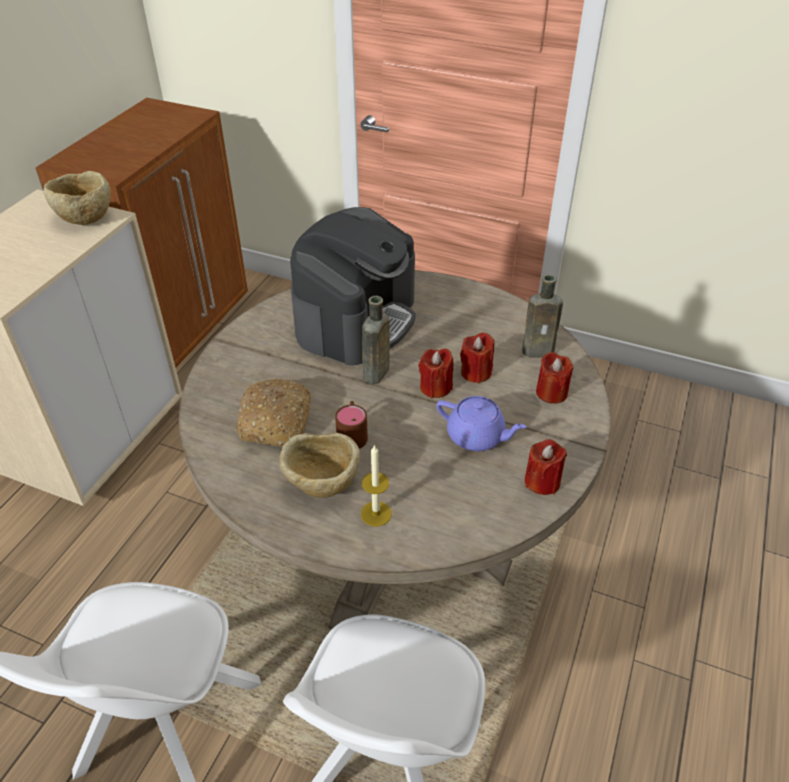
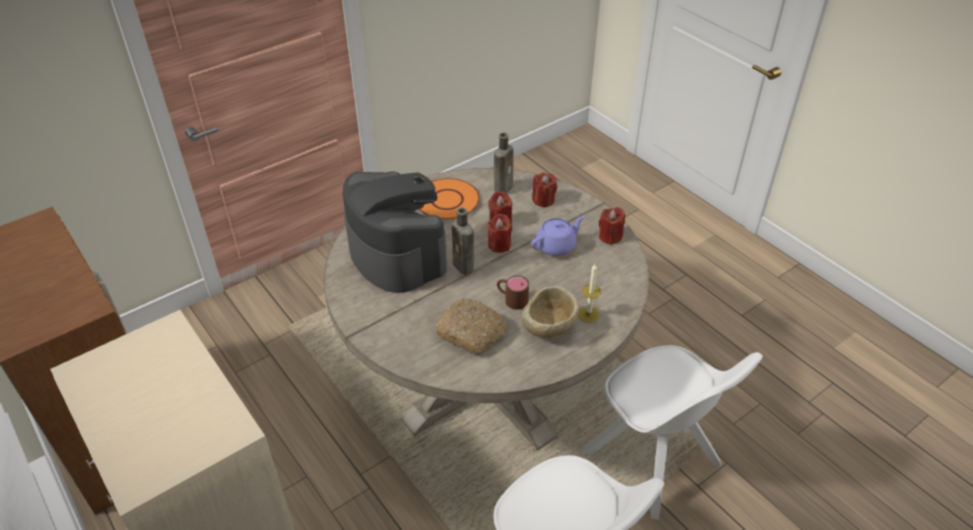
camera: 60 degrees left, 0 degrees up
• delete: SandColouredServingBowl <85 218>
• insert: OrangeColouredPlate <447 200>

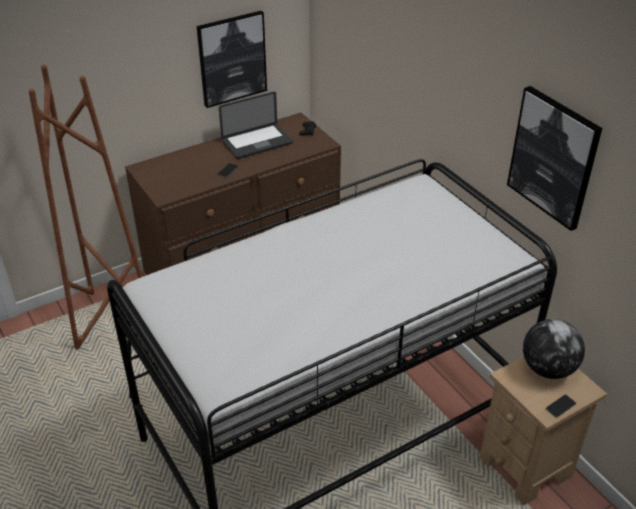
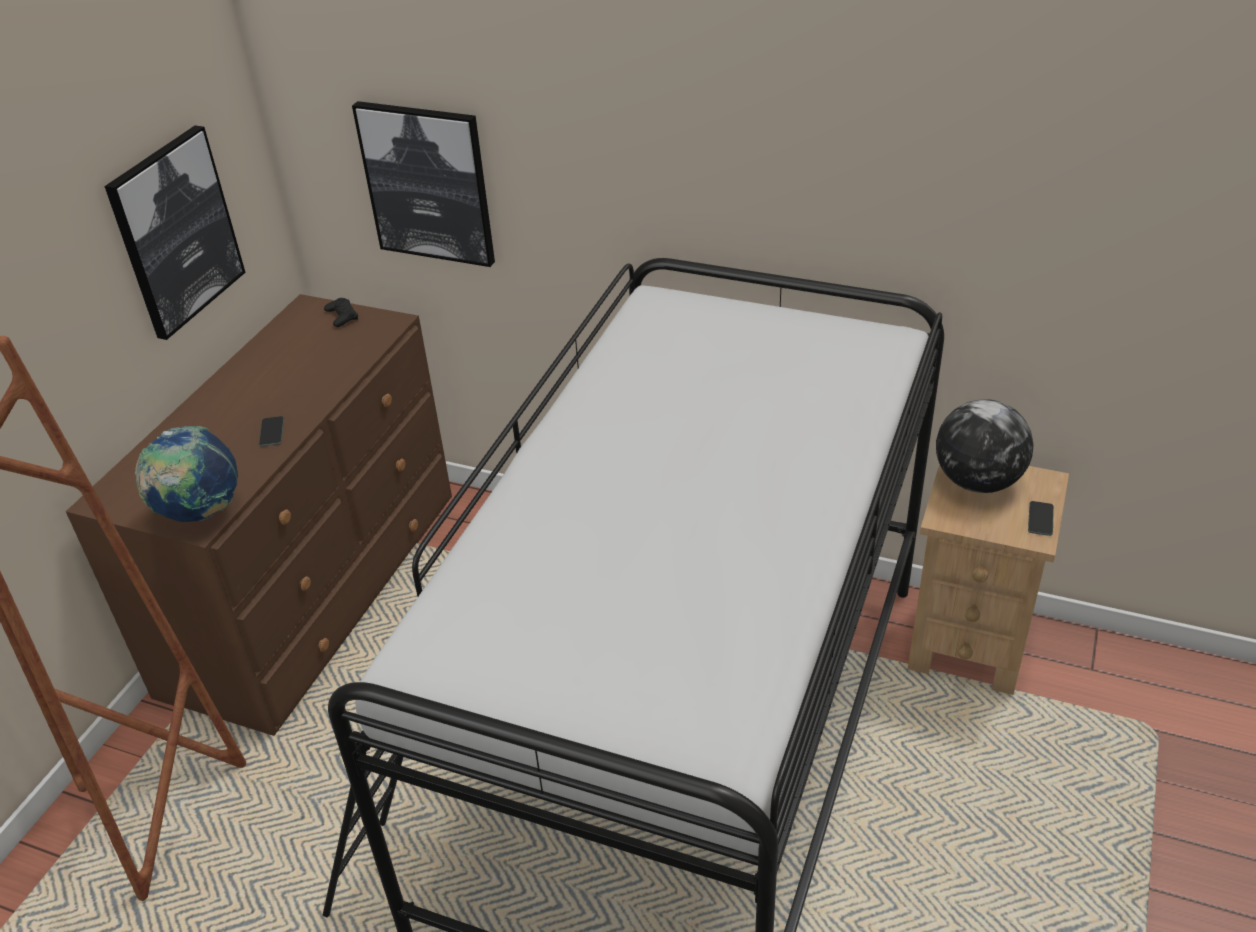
camera: 35 degrees left, 0 degrees up
• move: WallPicture <553 157> to <428 183>
• delete: NotebookComputer <257 142>
• insert: WorldGlobe <200 513>

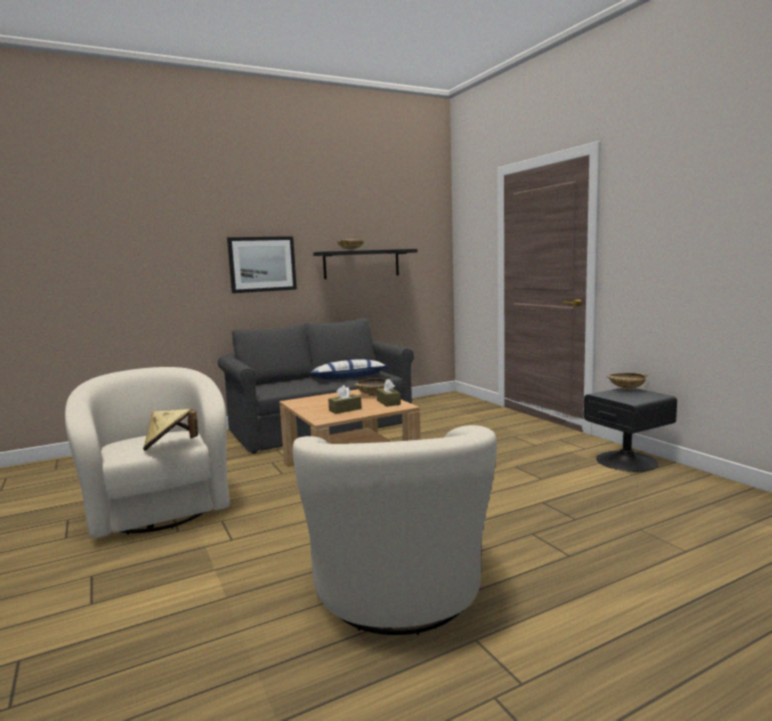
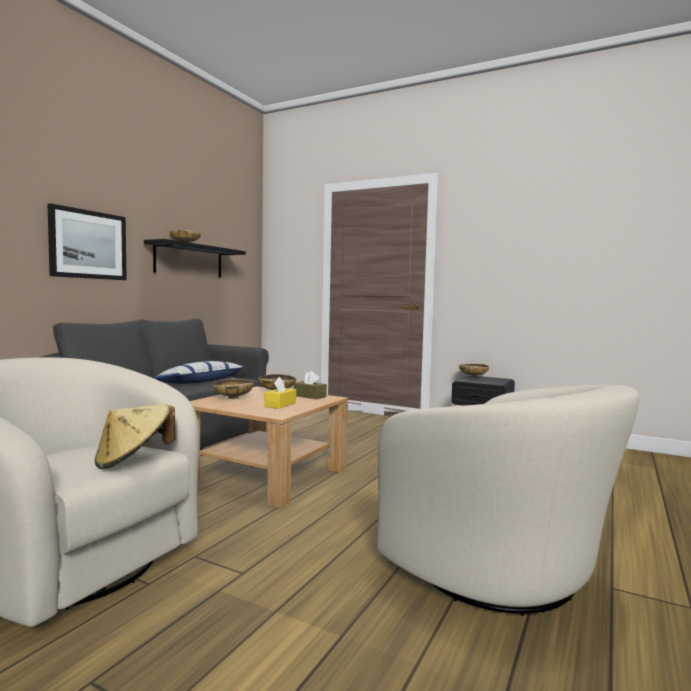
camera: 35 degrees left, 5 degrees down
• recolor: BrownishTissueHolder <345 410> to YellowishTissueHolder <280 405>
• insert: SandColouredServingBowl <233 398>

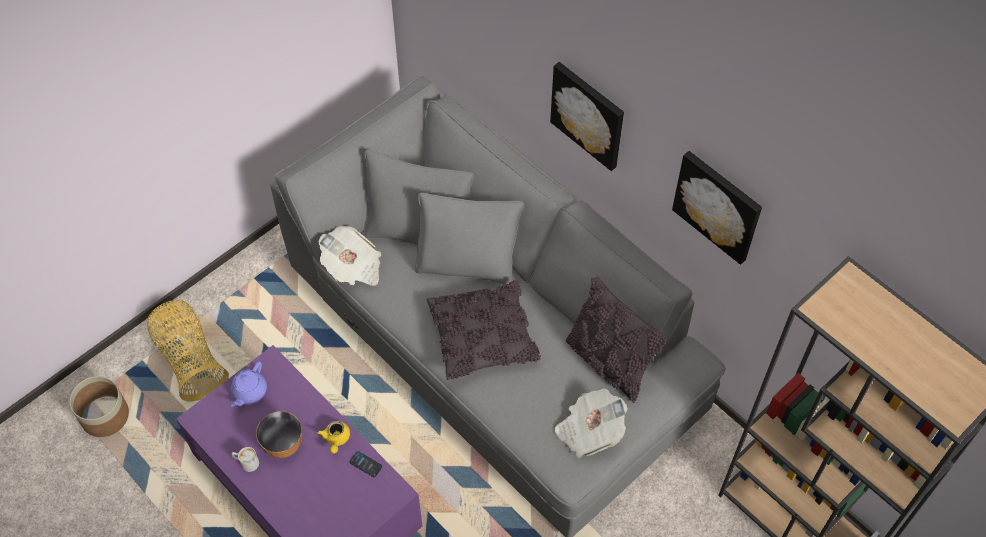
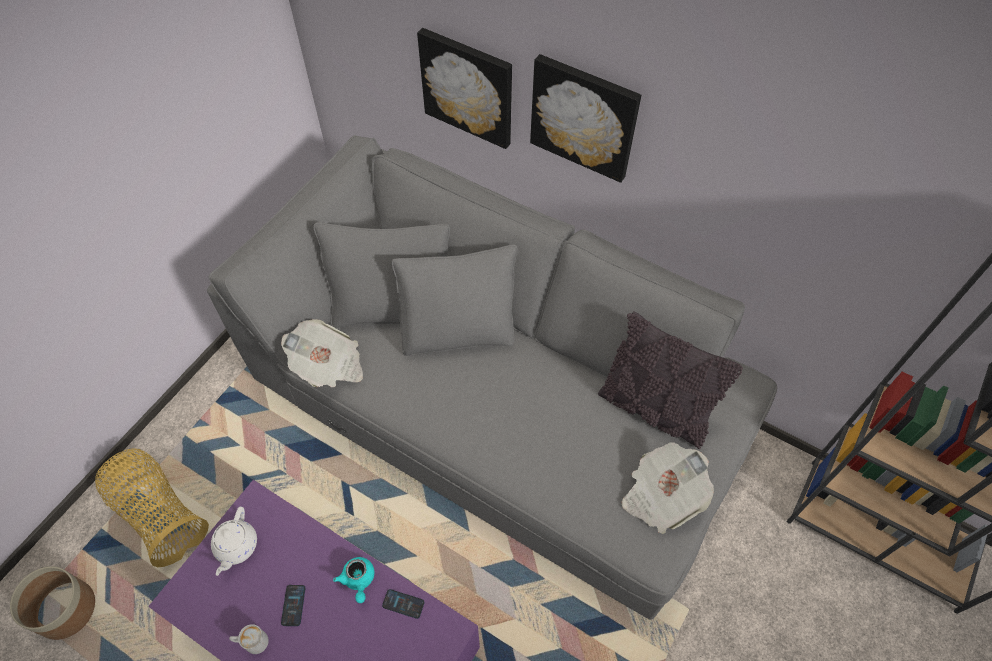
camera: 15 degrees left, 0 degrees up
• move: WallPicture <718 205> to <468 87>
• delete: BlackishCushion <483 337>
• recolor: PurpleColouredPotForTea <249 392> to WhitishPotForTea <236 546>
• replace: ServingBowl <283 445> to Handset <293 605>
• recolor: YellowishPotForTea <336 439> to BlueGreenPotForTea <358 580>

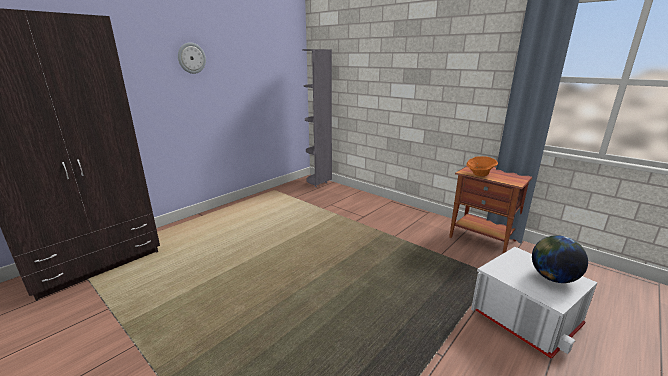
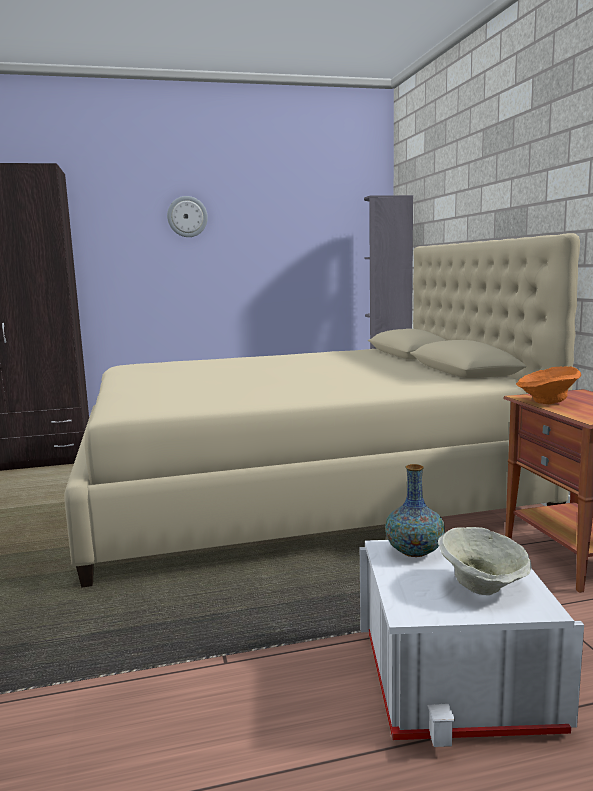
camera: 35 degrees right, 10 degrees down
• replace: WorldGlobe <552 278> to SandColouredServingBowl <482 587>
• insert: SandColouredSleepingBed <301 493>
• insert: FlowerVase <414 551>

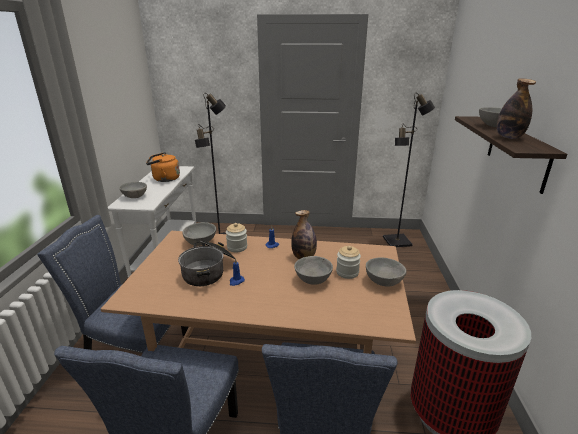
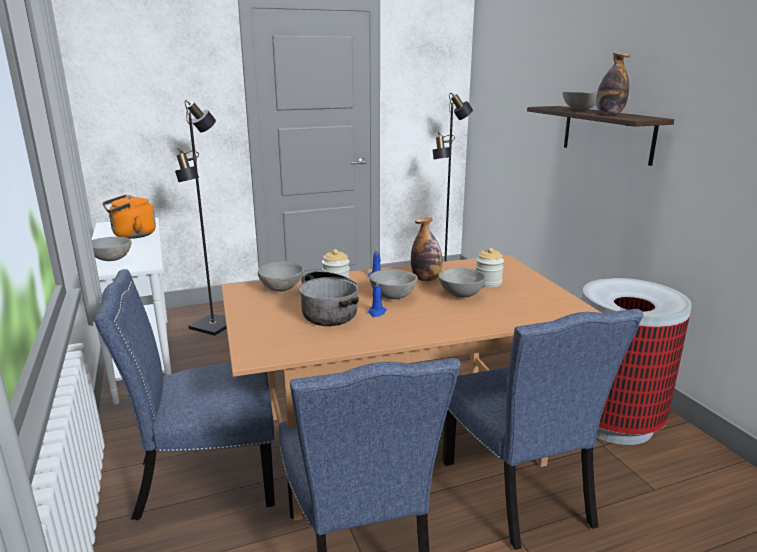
camera: 25 degrees left, 5 degrees down
• move: GrayServingBowl <383 281> to <392 296>

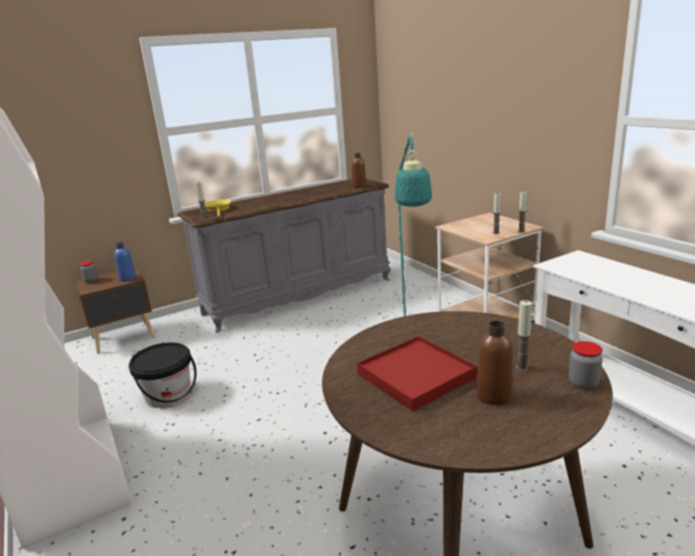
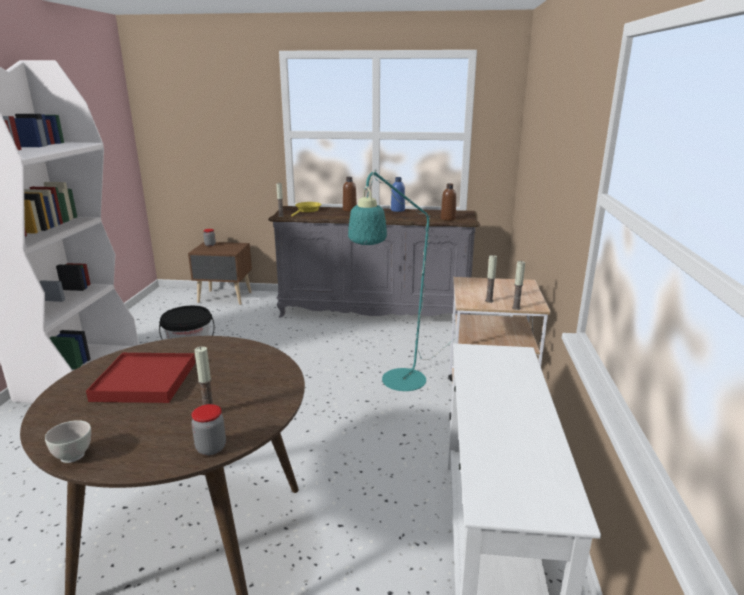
camera: 35 degrees right, 0 degrees up
• move: BlueColouredBeverageBottle <128 279> to <397 210>
• move: BrownishBeverageBottle <494 395> to <349 210>
• insert: WhitishServingBowl <74 456>

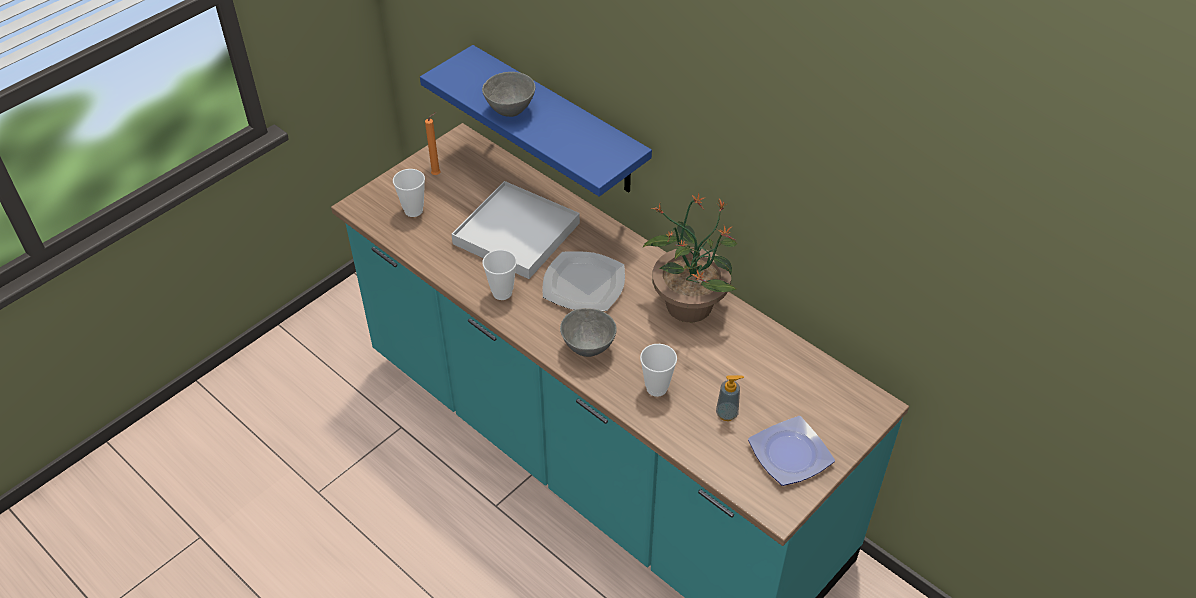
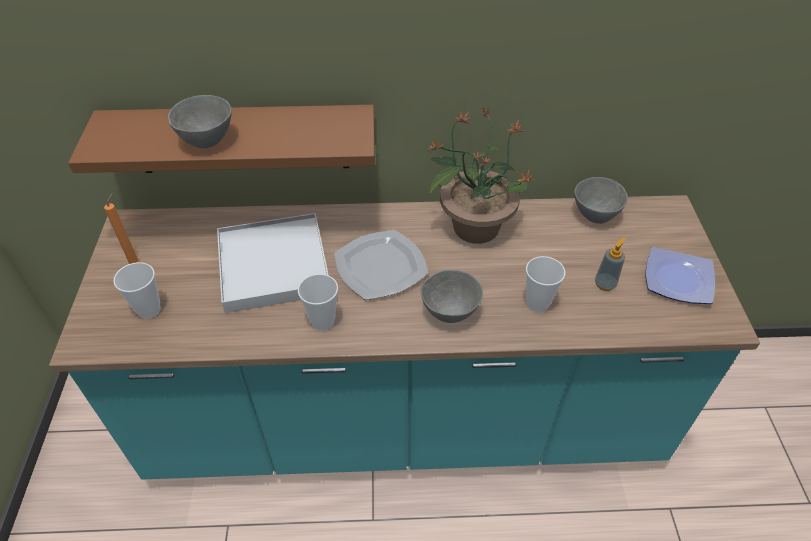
camera: 45 degrees left, 0 degrees up
• recolor: BlueColouredWallShelf <559 121> to BrownishWallShelf <241 139>
• insert: GrayServingBowl <594 215>

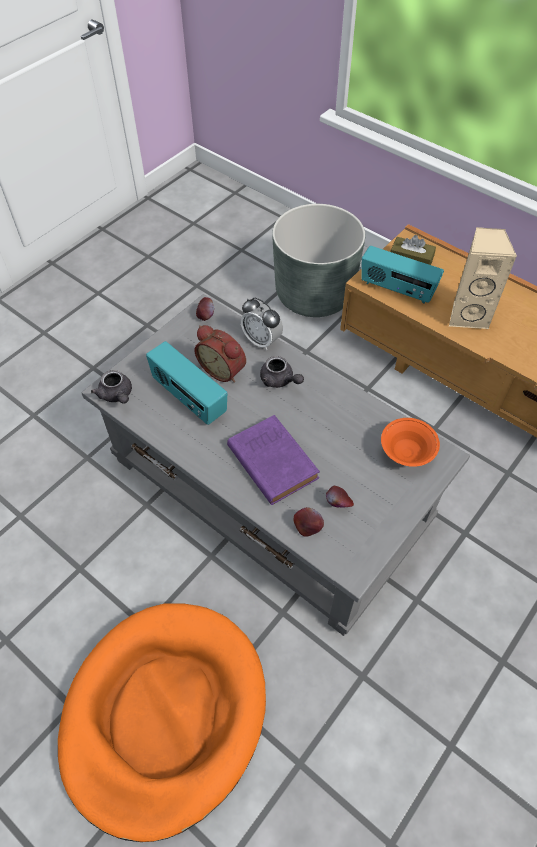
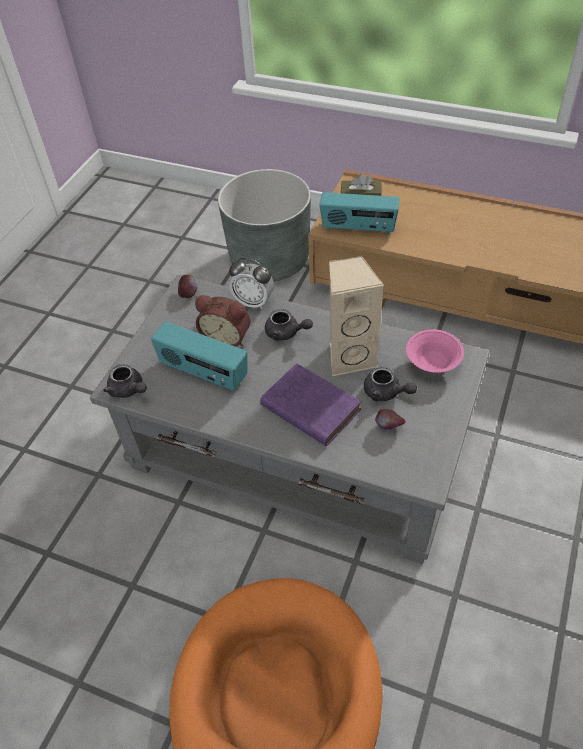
camera: 15 degrees left, 5 degrees down
• move: SandColouredAudioSpeaker <468 315> to <350 357>
• recolor: OrangeColouredServingBowl <406 453> to PinkishServingBowl <432 364>
• delete: Apple <308 527>
• insert: GrayPotForTea <386 393>

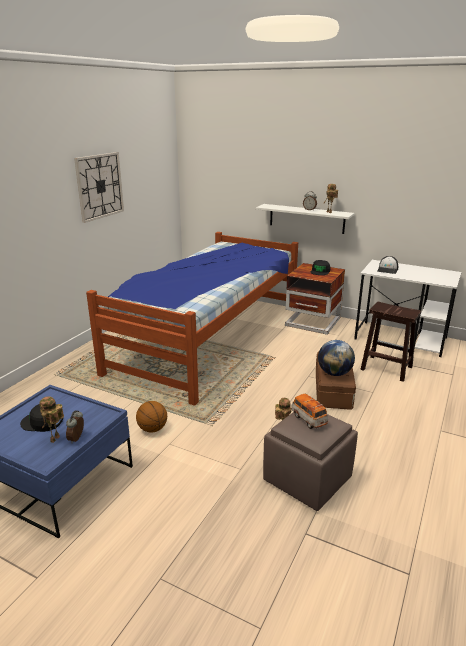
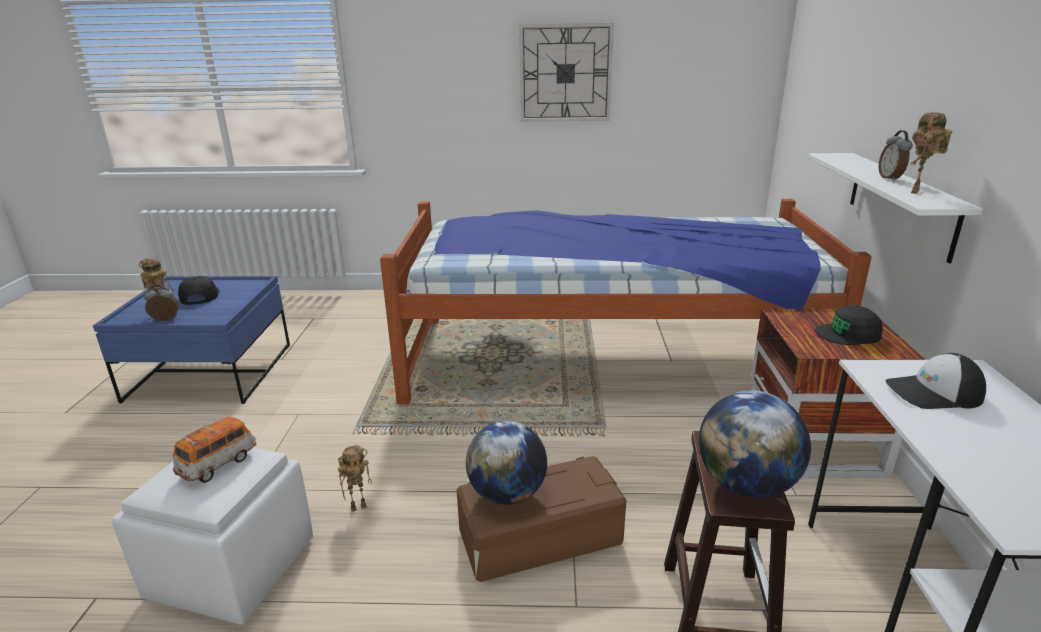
camera: 65 degrees right, 0 degrees up
• delete: Basketball <152 429>
• recolor: BrownishFootrest <307 480> to WhitishFootrest <230 569>
• insert: WorldGlobe <746 485>

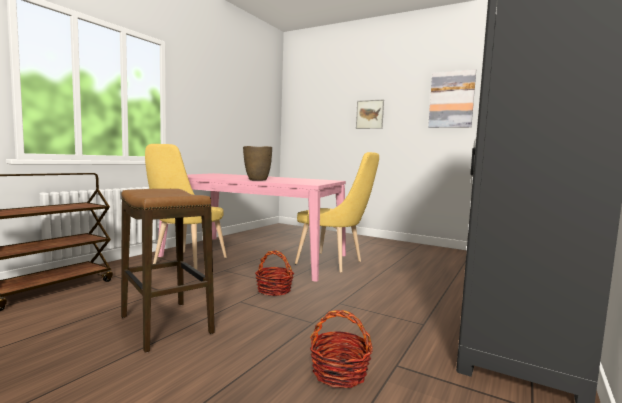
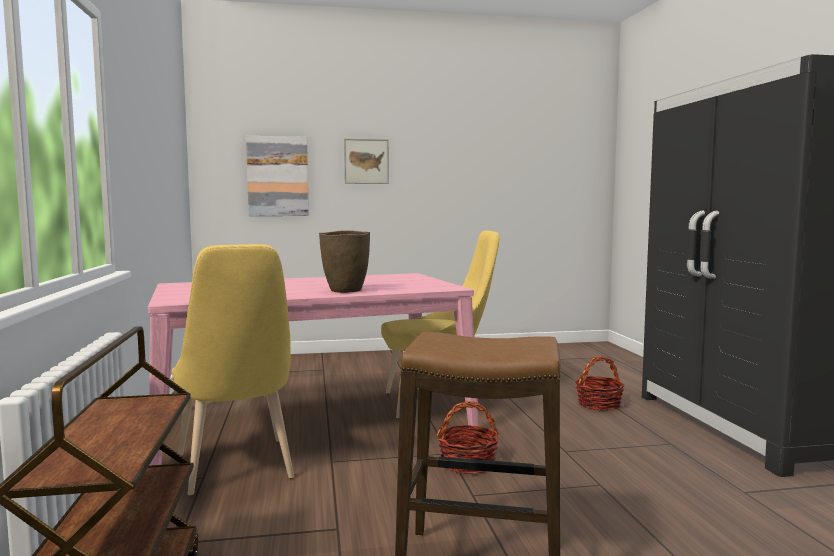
camera: 40 degrees left, 0 degrees up
• move: WallPicture <451 99> to <278 176>
• move: HouseholdBasket <339 373> to <598 404>

